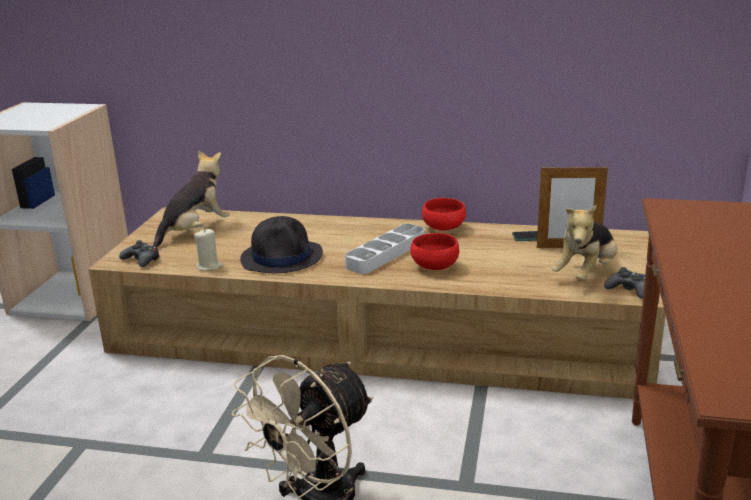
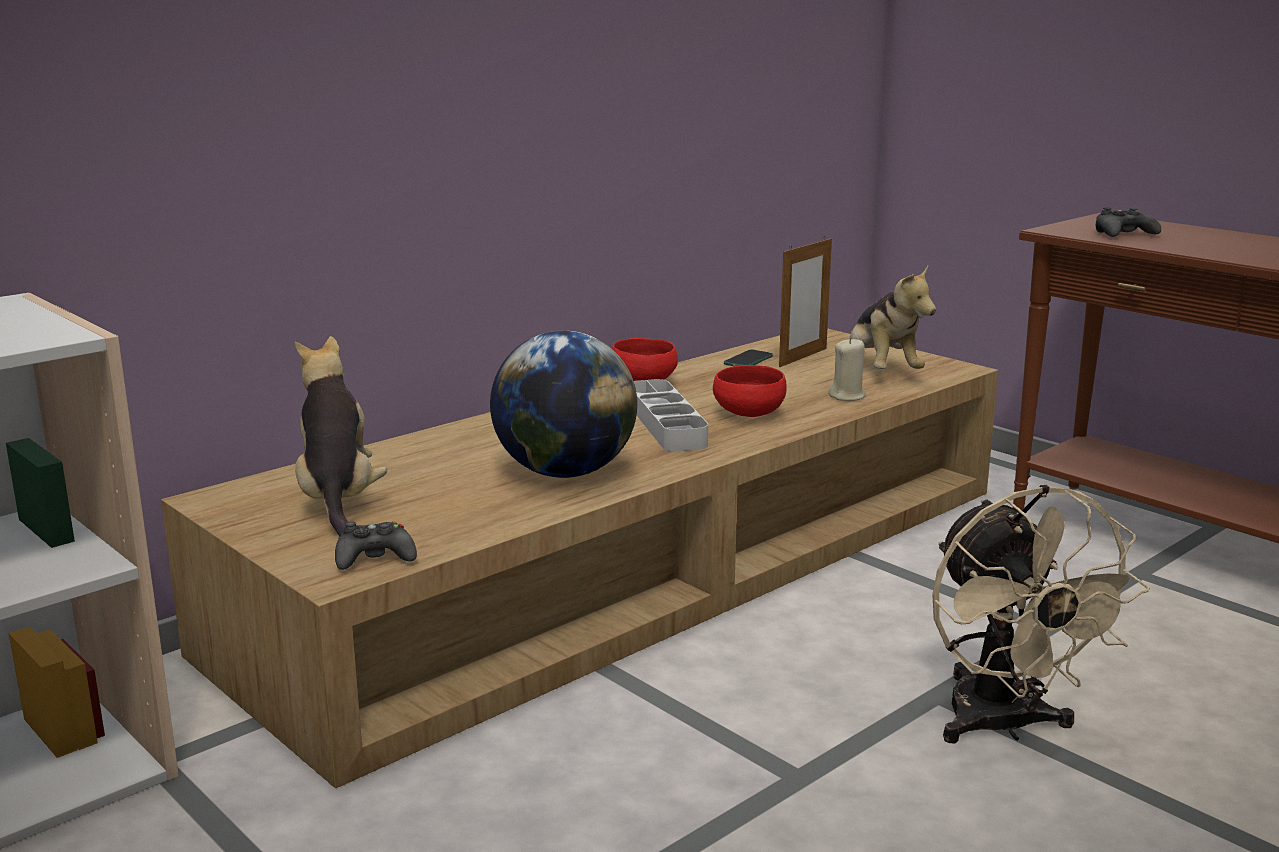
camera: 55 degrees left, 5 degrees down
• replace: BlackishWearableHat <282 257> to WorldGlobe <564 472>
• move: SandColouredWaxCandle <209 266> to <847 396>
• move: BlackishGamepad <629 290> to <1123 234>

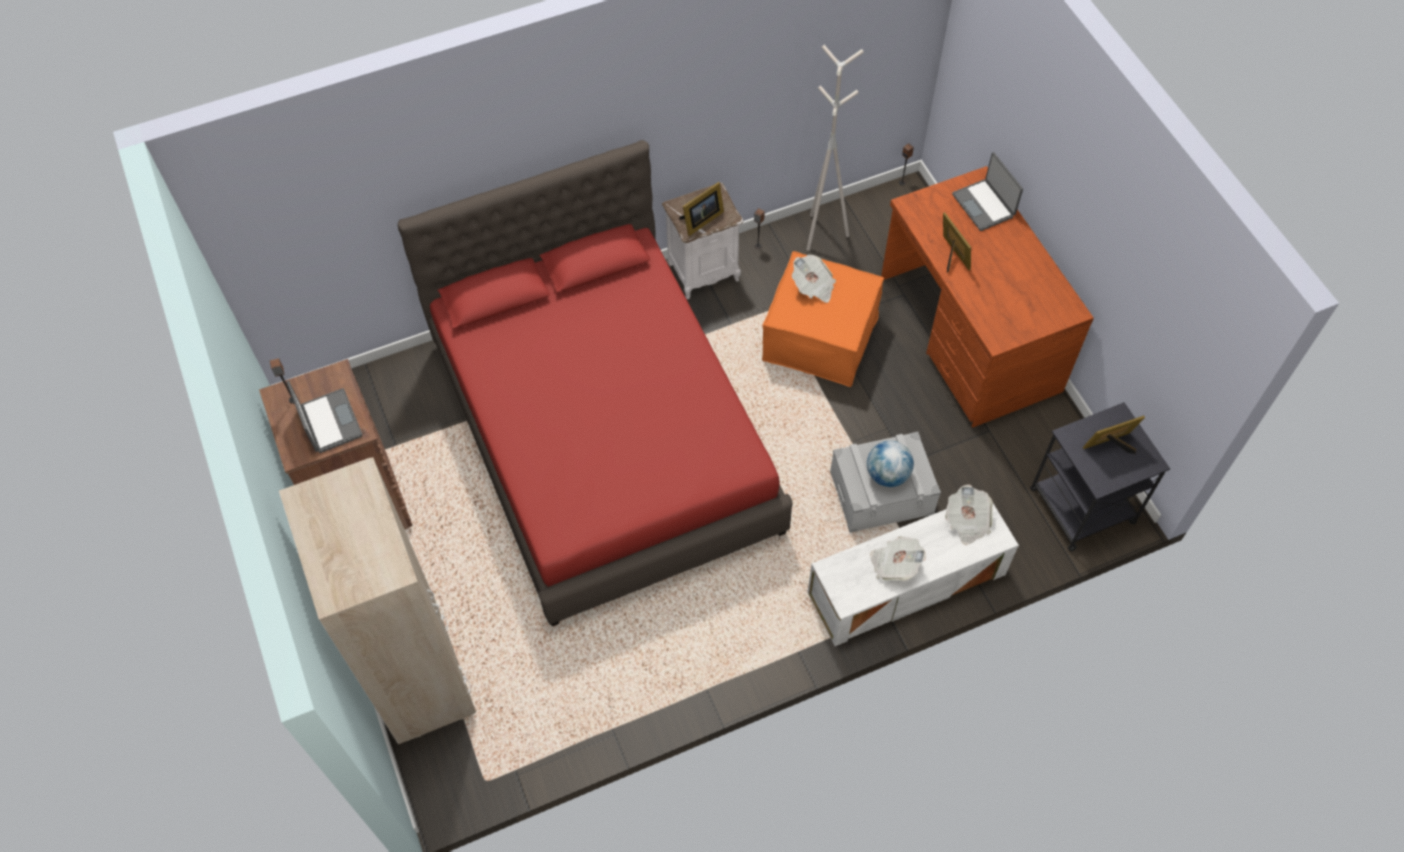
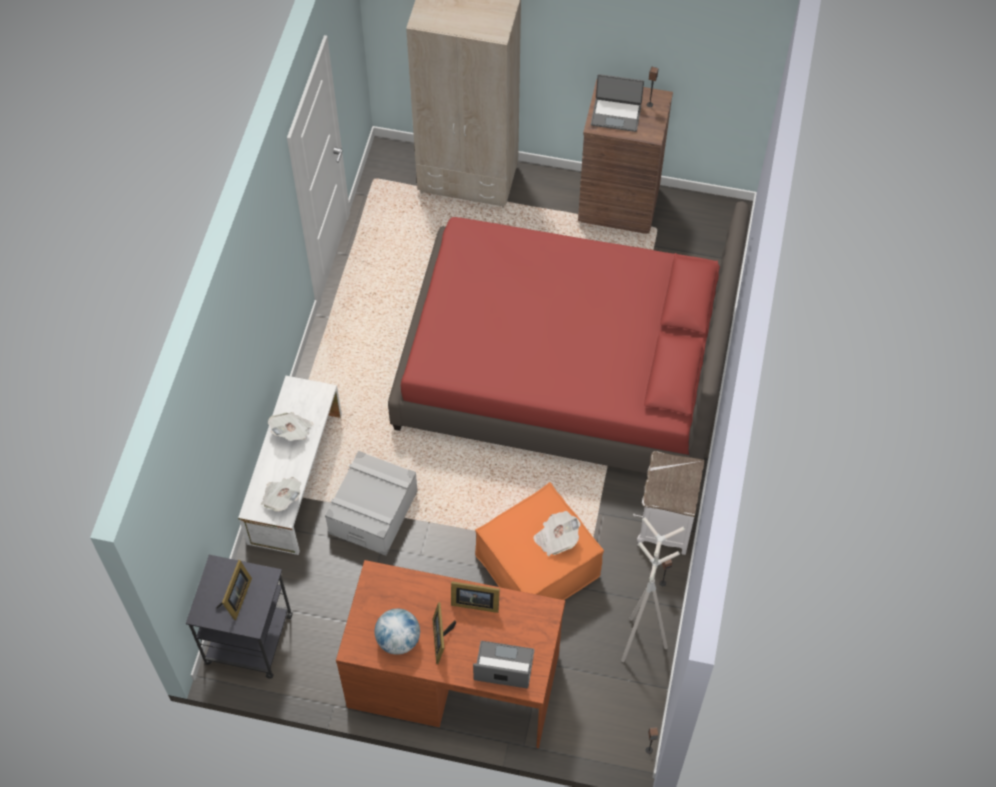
camera: 125 degrees right, 0 degrees up
• move: PhotoFrame <700 220> to <441 639>
• move: WorldGlobe <887 475> to <398 640>

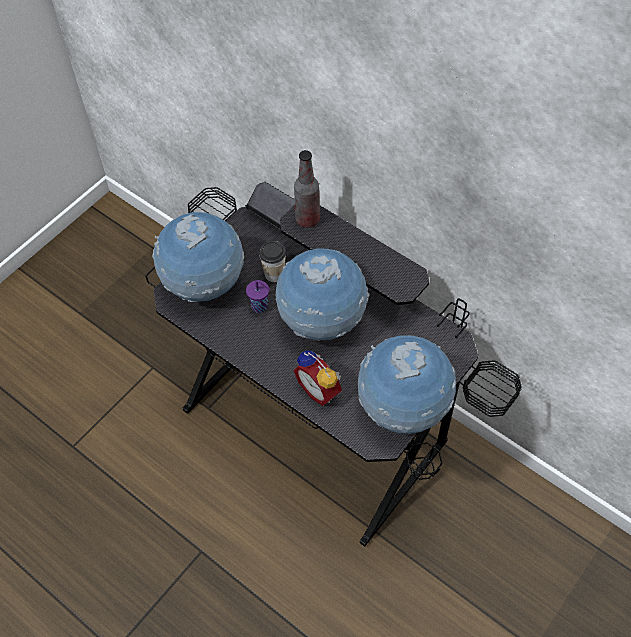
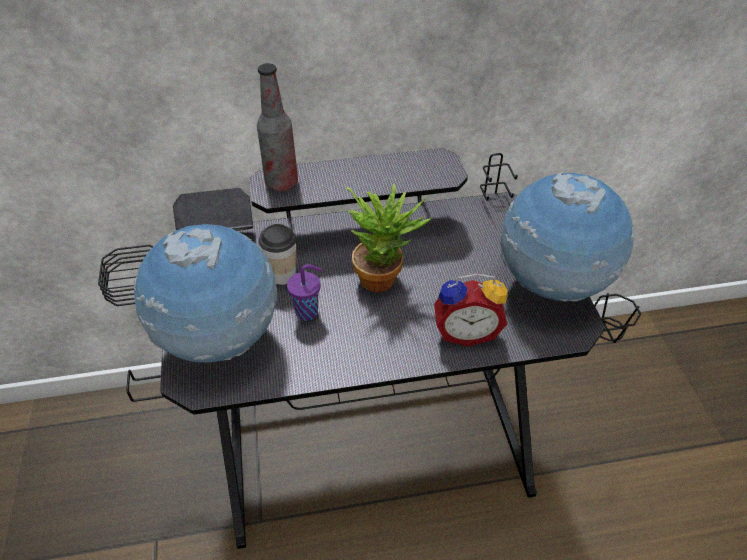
camera: 50 degrees left, 10 degrees down
• replace: WorldGlobe <322 322> to Houseplant <384 277>

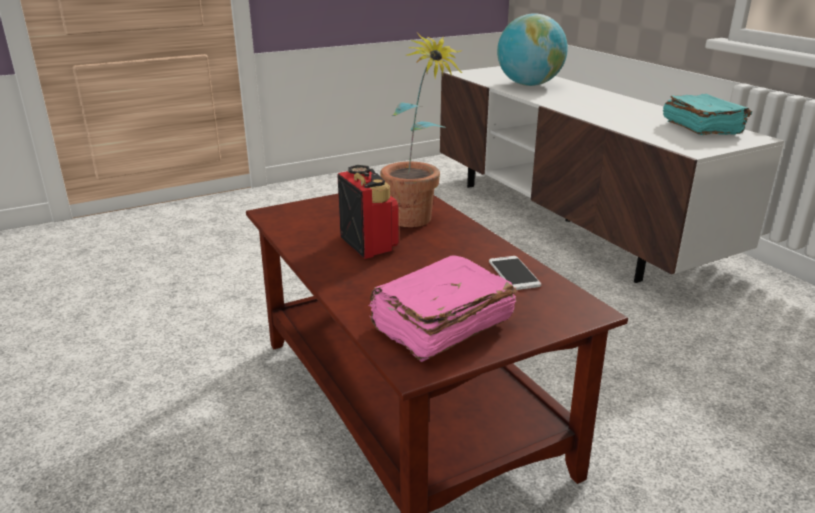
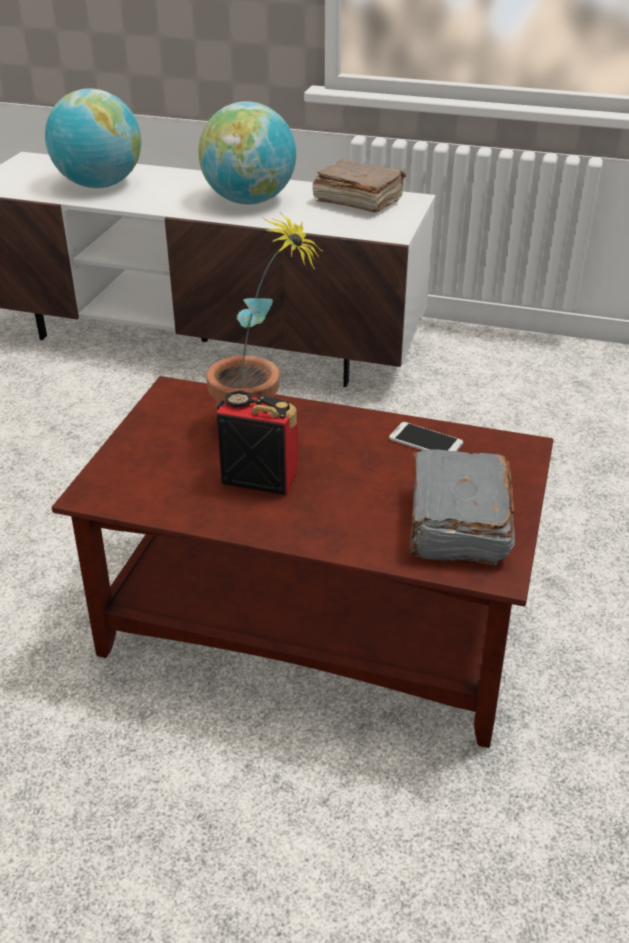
camera: 45 degrees left, 10 degrees up
• recolor: BlueGreenVolume <701 128> to BrownishVolume <357 201>
• recolor: PinkishVolume <440 326> to GrayVolume <456 526>
• insert: WorldGlobe <249 201>

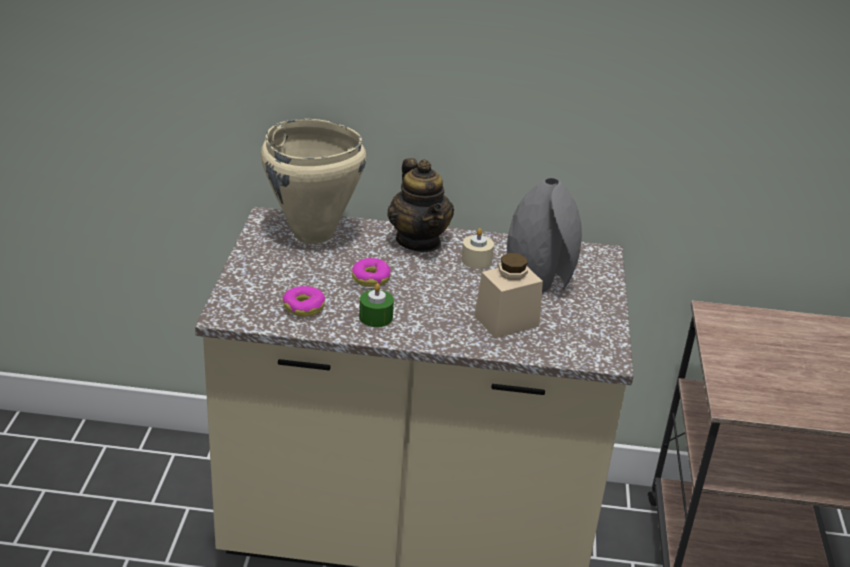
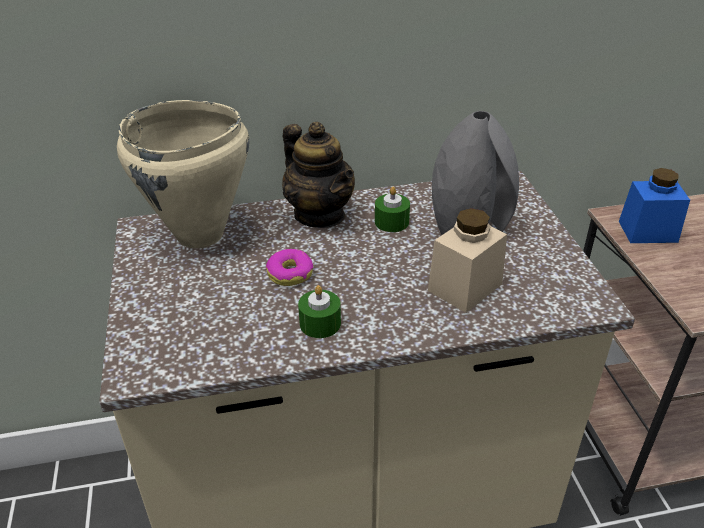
camera: 15 degrees left, 5 degrees up
• recolor: SandColouredWaxCandle <476 260> to GreenWaxCandle <391 222>
• delete: RingDoughnut <304 307>
• insert: BlueColouredPreserveJar <647 231>

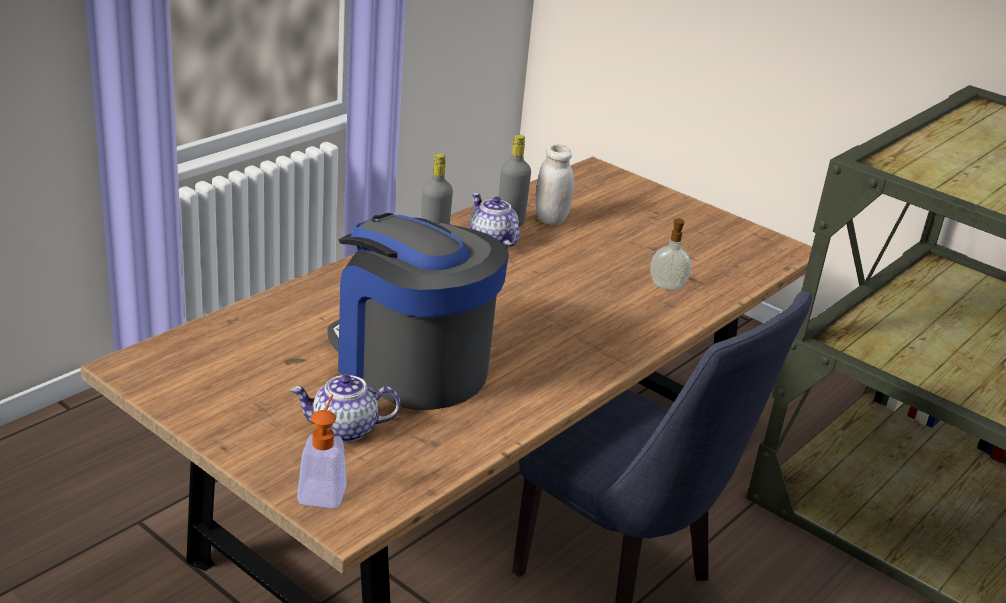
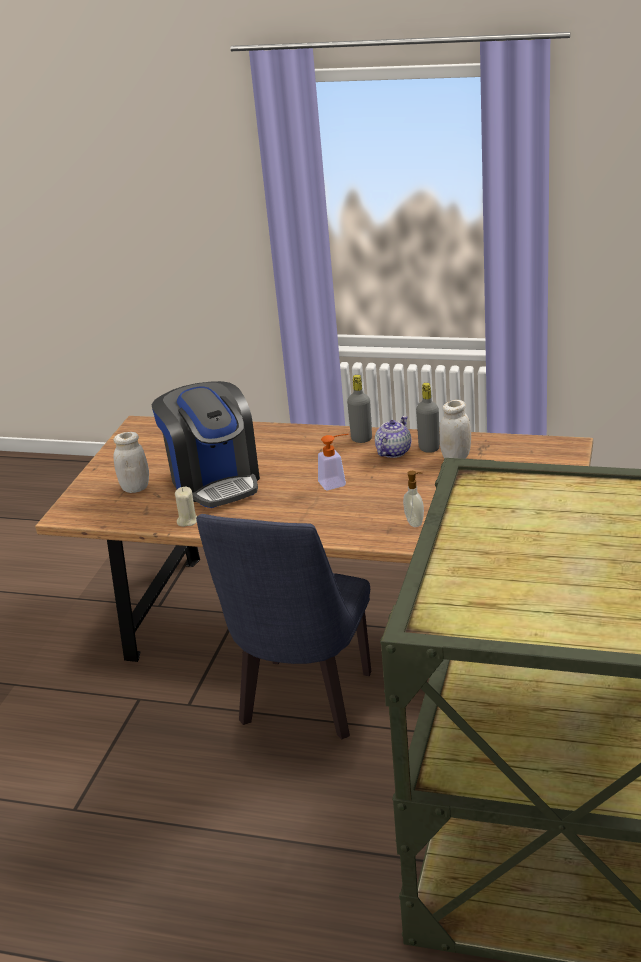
camera: 70 degrees right, 0 degrees up
• rotate: CoffeeMaker <410 365> = <214 481> 135 degrees clockwise
• replace: PotForTea <344 430> to WhitishPreserveJar <135 488>
• move: SoapDispenser <324 489> to <336 482>
• insert: SandColouredWaxCandle <187 521>

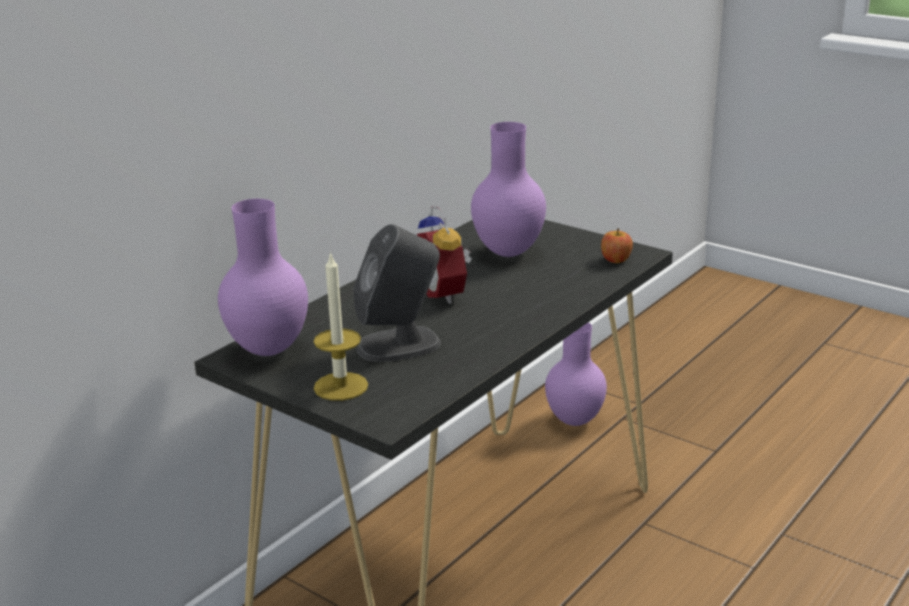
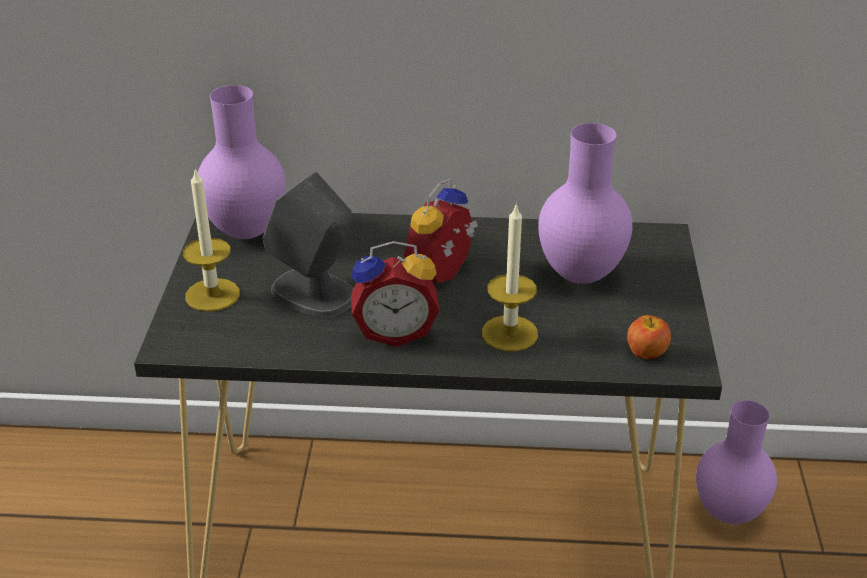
camera: 55 degrees right, 10 degrees up
• insert: WaxCandle <509 333>
• insert: TableClock <395 332>

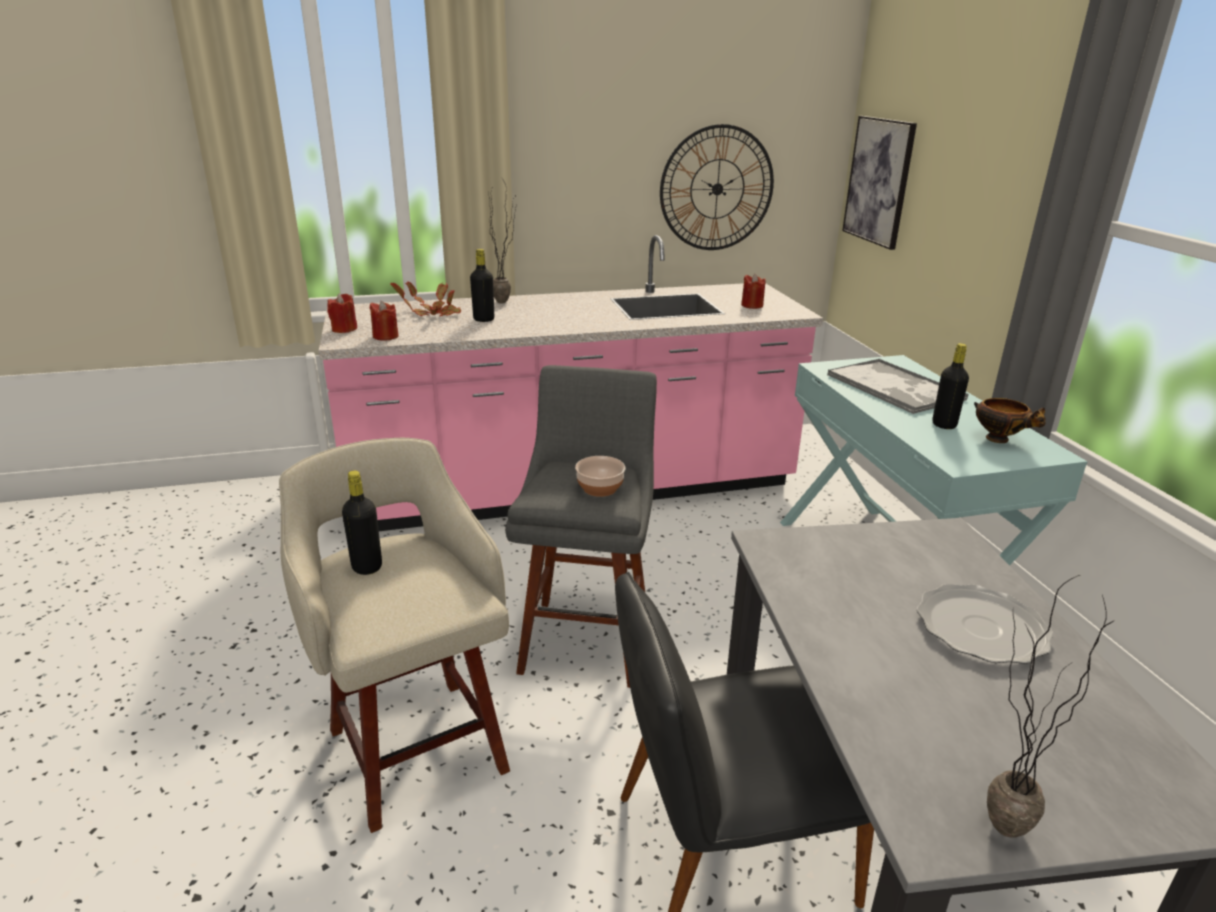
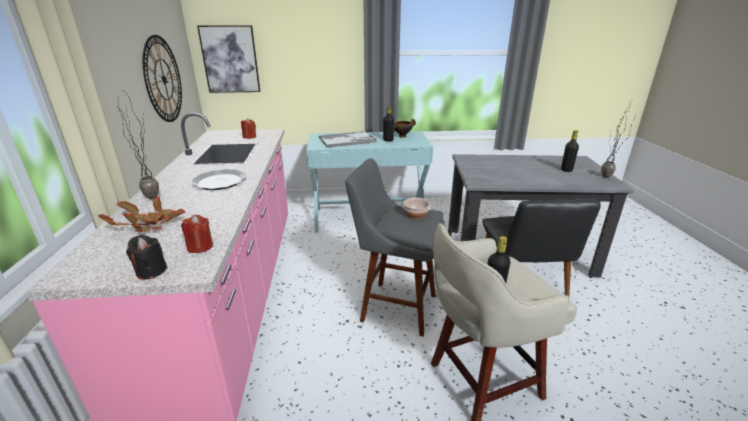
camera: 80 degrees left, 0 degrees up
• move: BlackishBeverageBottle <483 319> to <566 170>
• recolor: ReddishWaxCandle <344 329> to BlackishWaxCandle <151 271>
• move: Plate <980 628> to <219 182>

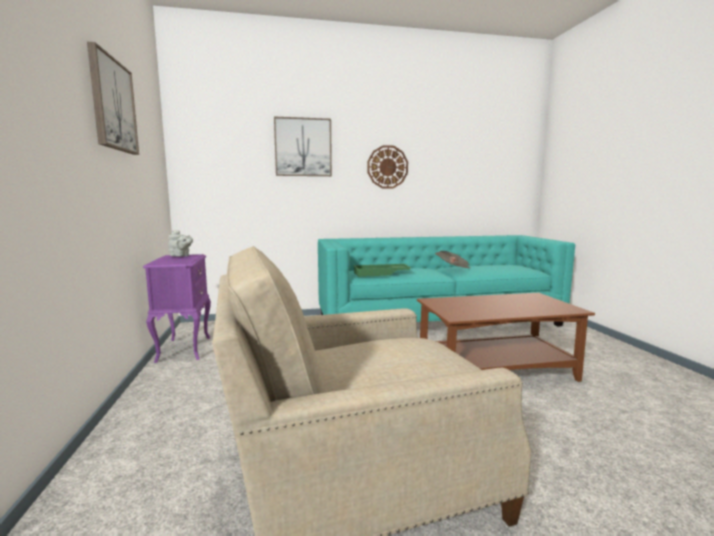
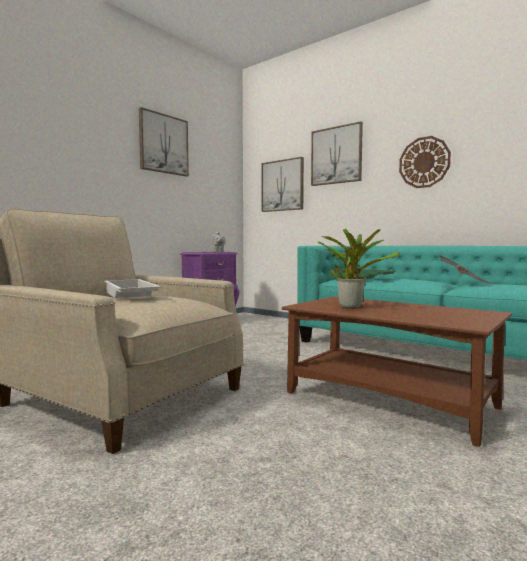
camera: 50 degrees right, 5 degrees down
• insert: WallPicture <282 185>
• insert: Houseplant <350 306>
• insert: WhitishCarryingTray <129 295>

